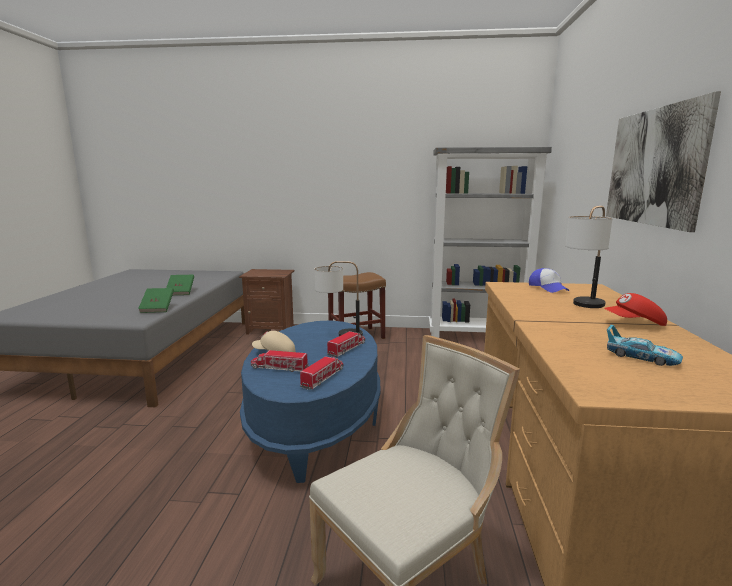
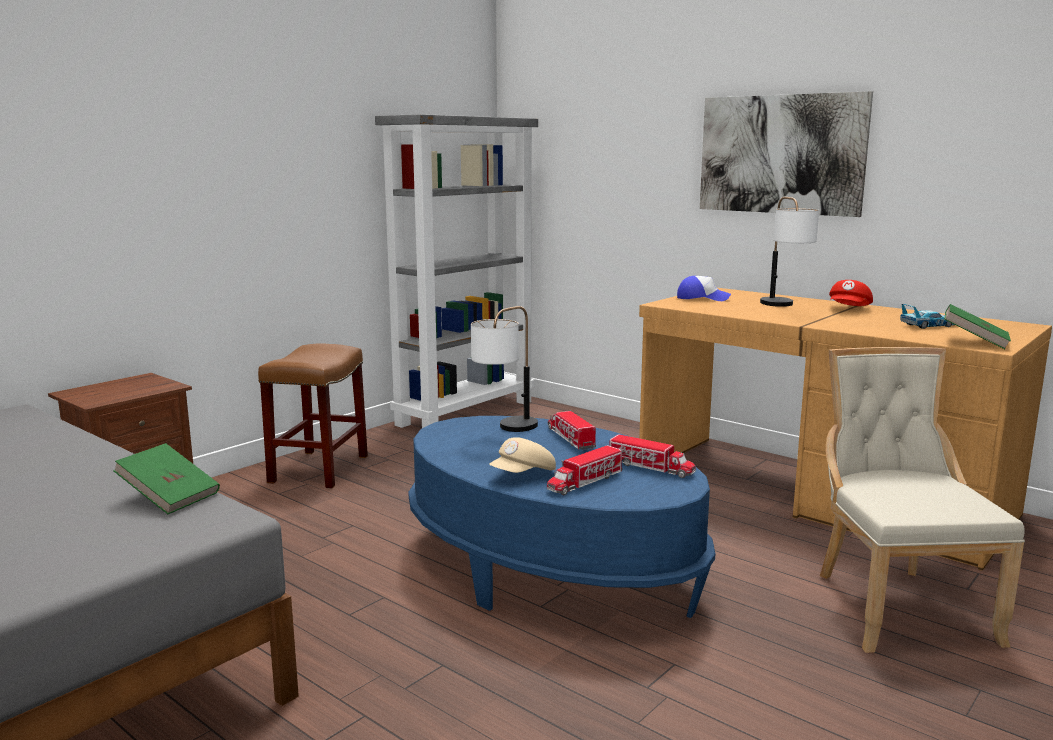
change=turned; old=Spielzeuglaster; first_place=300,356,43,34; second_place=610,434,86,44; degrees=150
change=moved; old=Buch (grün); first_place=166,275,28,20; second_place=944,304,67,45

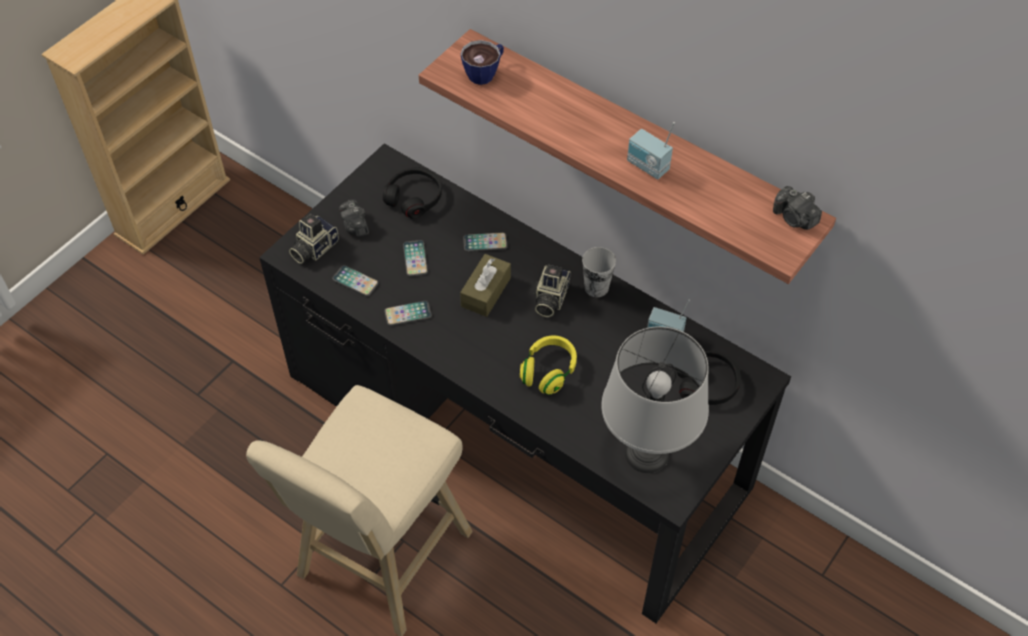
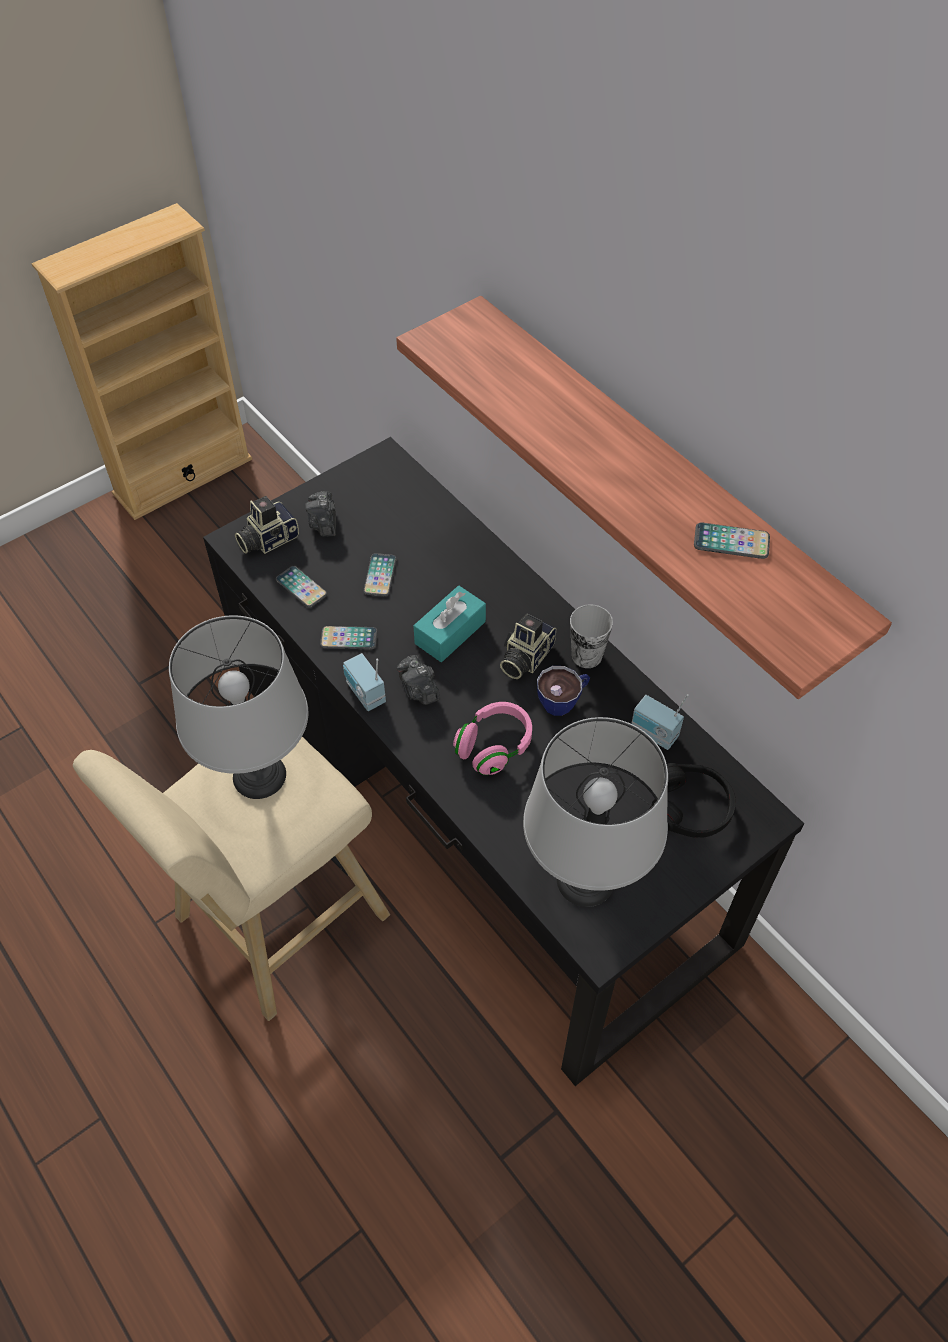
change=added; new=Tischlampe (grau); second_place=169,615,139,184
change=moved; old=Radio; first_place=627,122,48,58; second_place=343,653,43,58
change=moved; old=Kamera; first_place=773,186,49,44; second_place=397,655,43,50
change=recoloured; old=Taschentuchbox (braun); new=Taschentuchbox (türkis); first_place=460,254,51,63; second_place=413,586,73,76
change=recoloured; old=Kopfhörer (gelb); new=Kopfhörer (rosa); first_place=520,335,57,60; second_place=453,702,79,73
change=moved; old=Tasse; first_place=461,40,43,45; second_place=537,666,53,50
change=moved; old=Handy; first_place=463,232,45,20; second_place=694,522,76,37
change=removed; old=Kopfhörer (schwarz); first_place=383,167,59,52

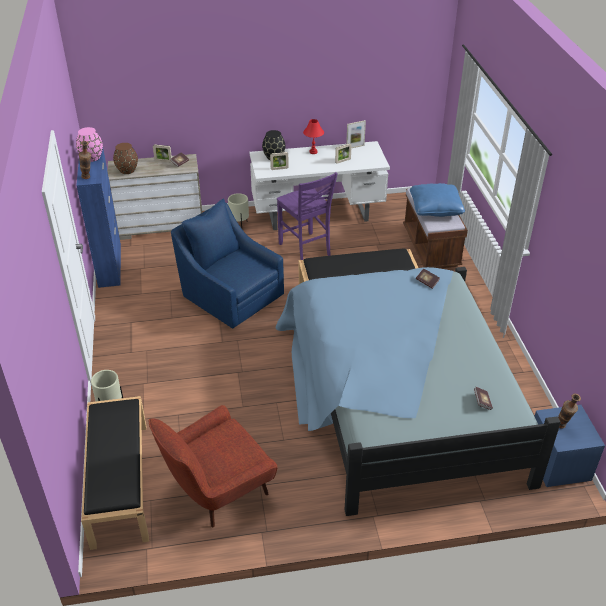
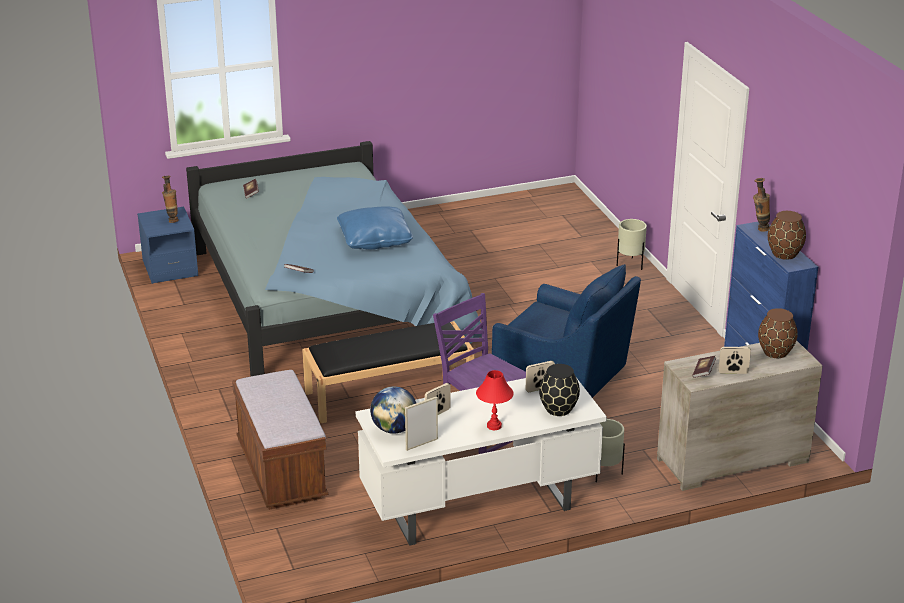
change=moved; old=Kissen (blau); first_place=410,183,55,34; second_place=337,207,76,43
change=added; new=Globus; second_place=370,386,46,48
change=recoloured; old=Vase (rosa); new=Vase (braun); first_place=76,127,27,35; second_place=768,211,38,49
change=removed; old=Bank (schwarz); first_place=81,396,68,154
change=removed; old=Sessel (rot); first_place=148,405,130,123

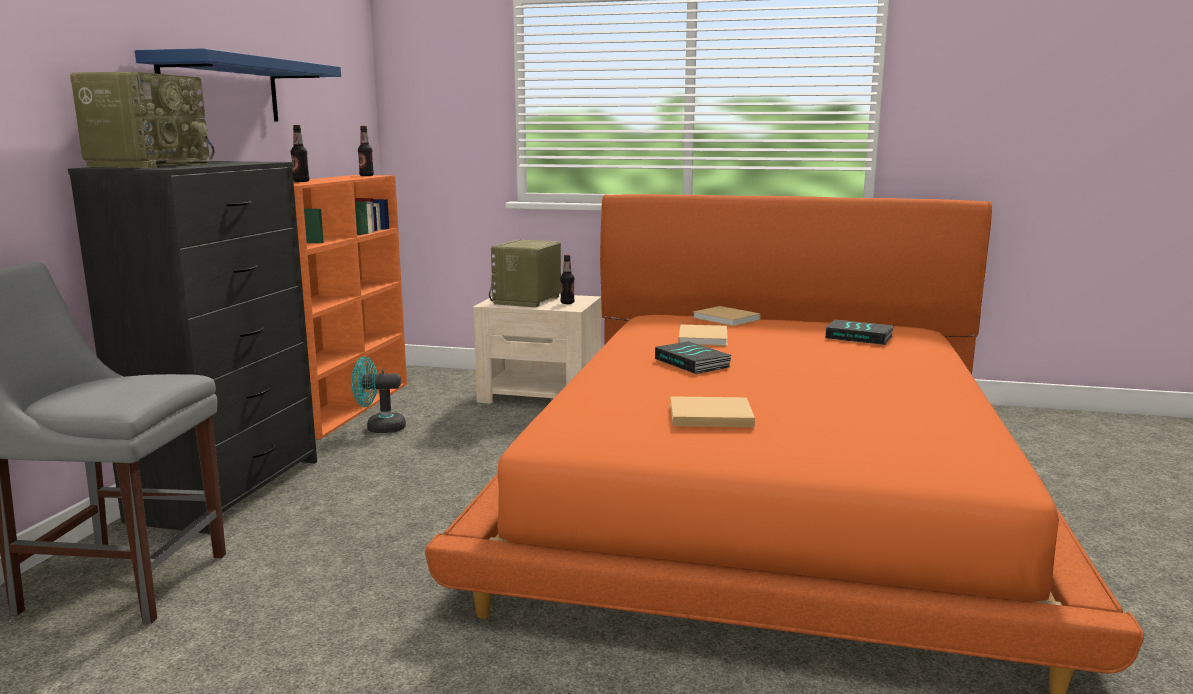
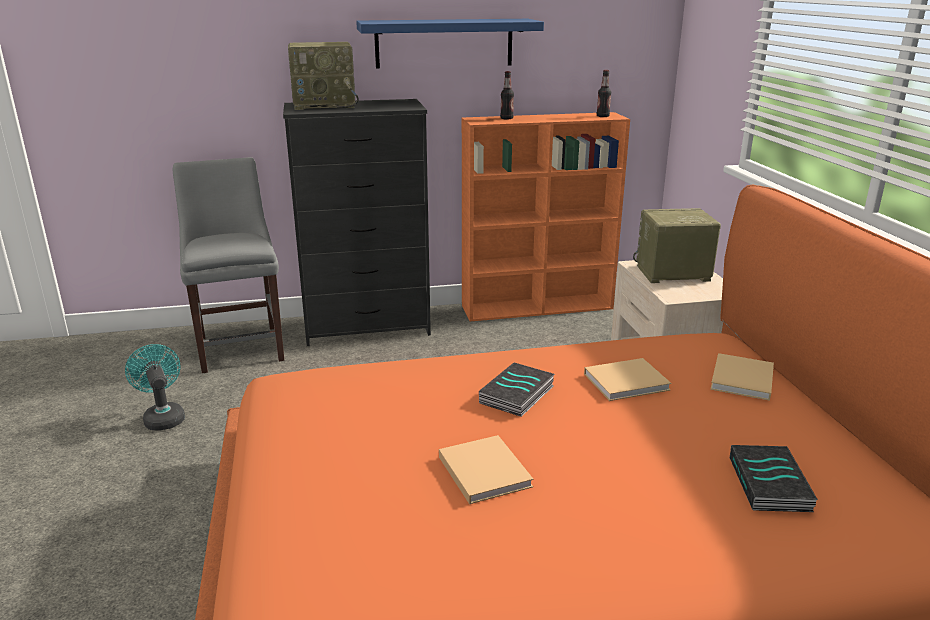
change=moved; old=Ventilator (türkis); first_place=352,357,54,76; second_place=125,344,60,87
change=moved; old=Buch (beige); first_place=670,396,85,31; second_place=439,435,95,69
change=removed; old=Flasche; first_place=560,255,15,49

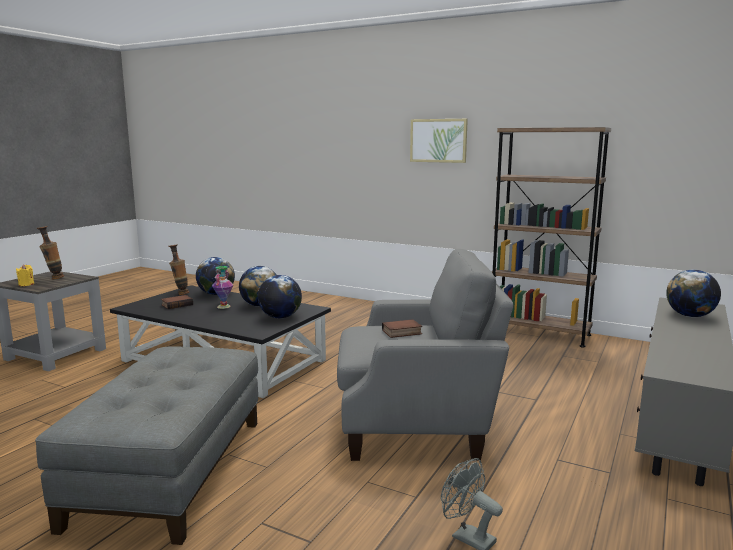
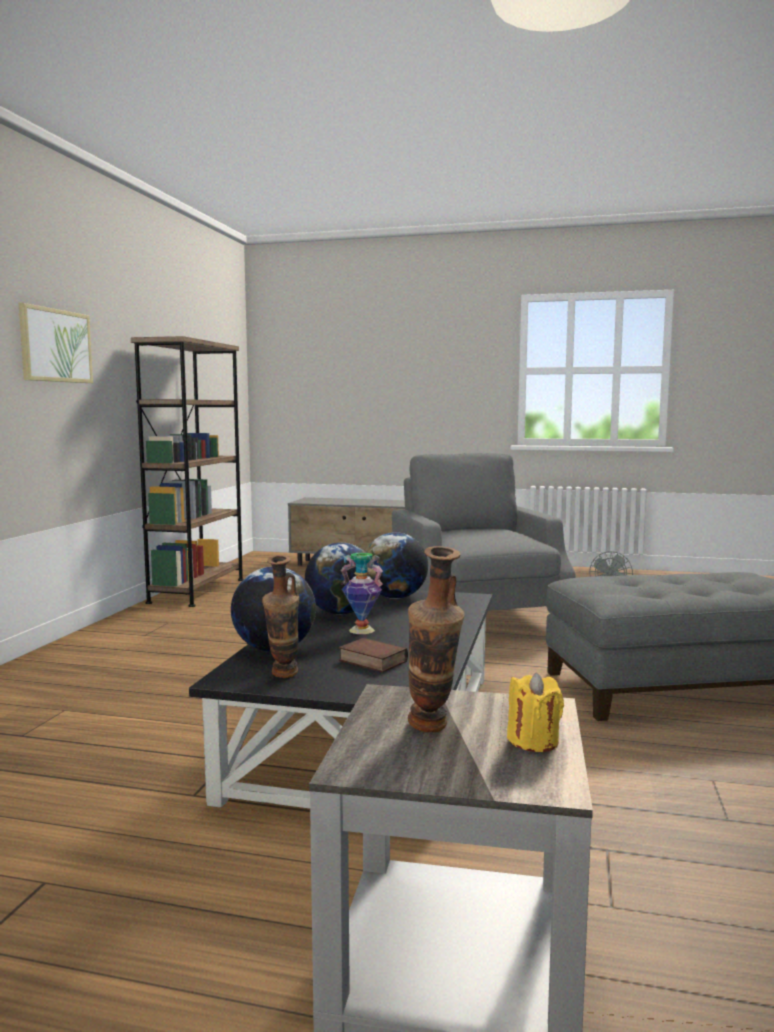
change=removed; old=Buch; first_place=382,319,40,19
change=removed; old=Globus; first_place=666,270,55,47

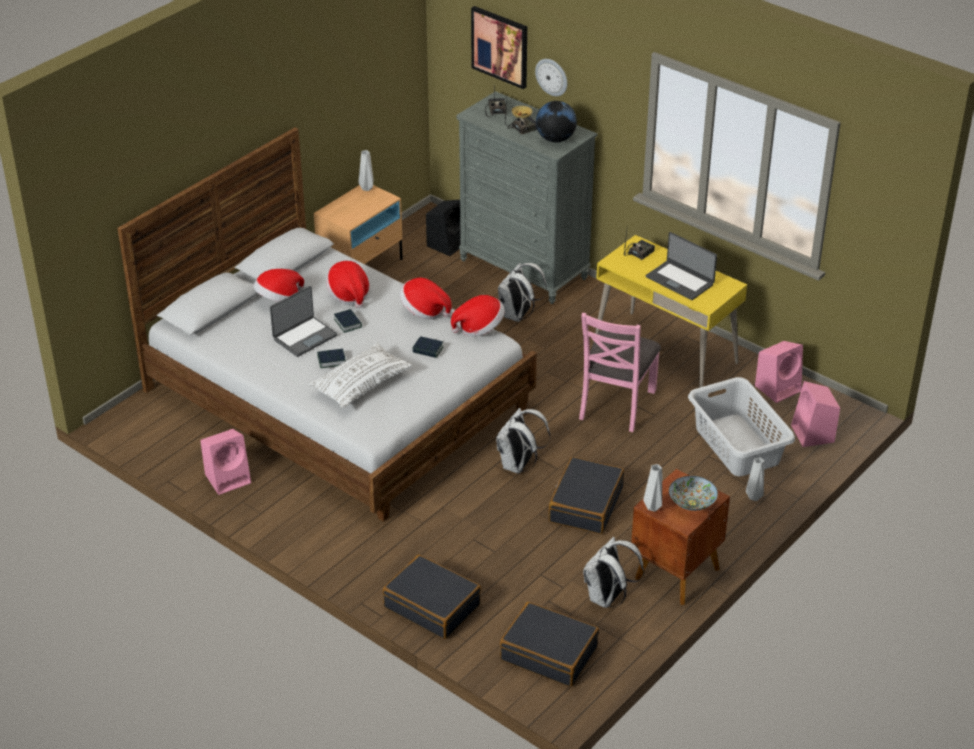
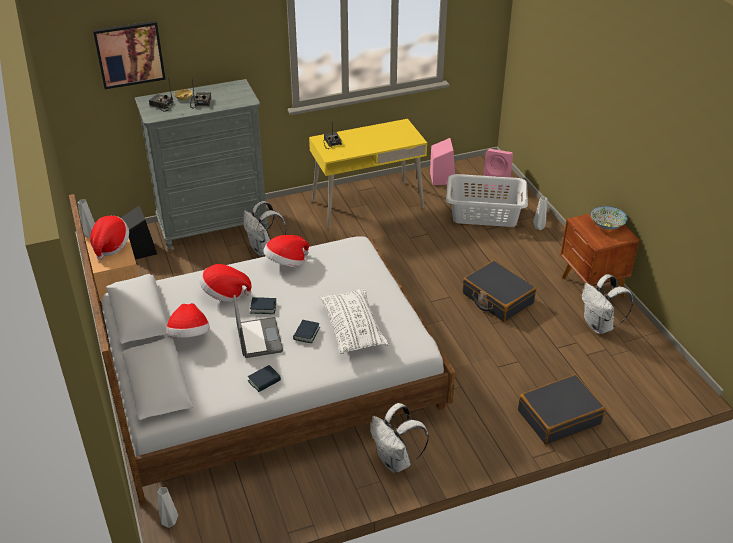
change=moved; old=Hut; first_place=451,295,54,42; second_place=90,216,39,44
change=moved; old=Vase (grau); first_place=643,464,19,48; second_place=157,487,21,41
change=moved; old=Buch; first_place=412,336,32,22; second_place=248,365,33,27
change=moved; old=Rucksack (weiß); first_place=496,408,54,65; second_place=371,403,58,70
change=removed; old=Lautsprecher (rosa); first_place=201,429,50,66
change=removed; old=Koffer (schwarz); first_place=500,602,99,85
change=removed; old=Wanduhr; first_place=535,59,32,37
change=removed; old=Globus; first_place=536,101,41,41
change=removed; old=Stuhl (rosa); first_place=579,313,82,119
change=removed; old=Laptop; first_place=646,232,71,68

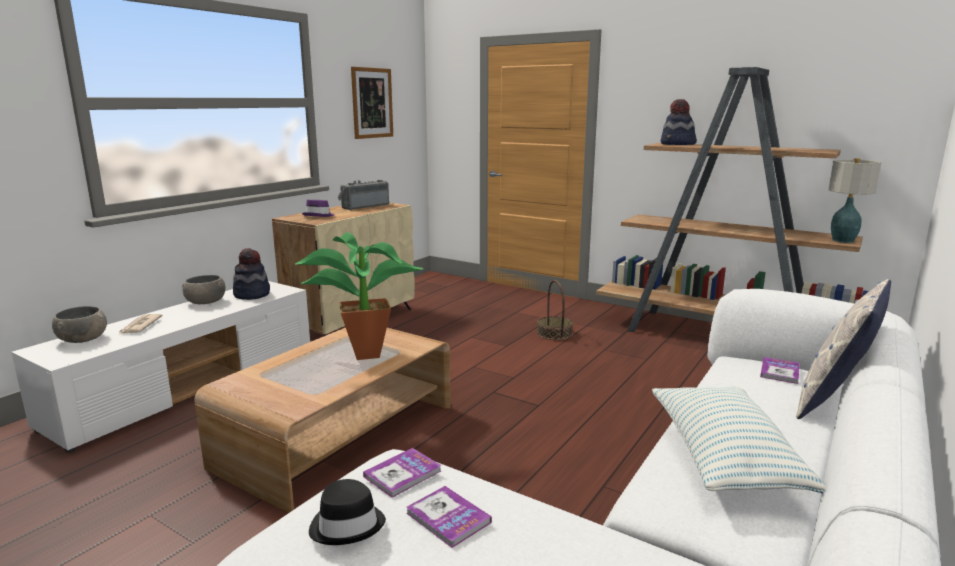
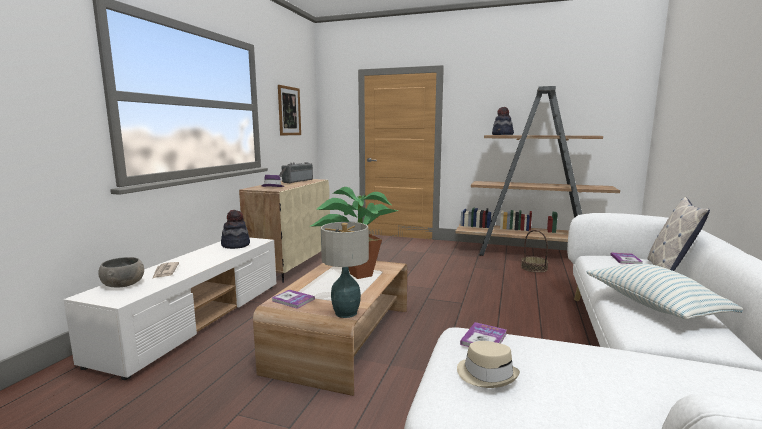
change=moved; old=Buch; first_place=406,486,86,62; second_place=272,290,43,19
change=moved; old=Tischlampe; first_place=828,158,53,85; second_place=321,222,48,96
change=recoloured; old=Hut (schwarz); new=Hut (beige); first_place=309,479,77,66; second_place=457,341,63,47
change=moved; old=Korb; first_place=537,280,36,60; second_place=521,230,27,43
change=removed; old=Schüssel (grau); first_place=182,275,44,29

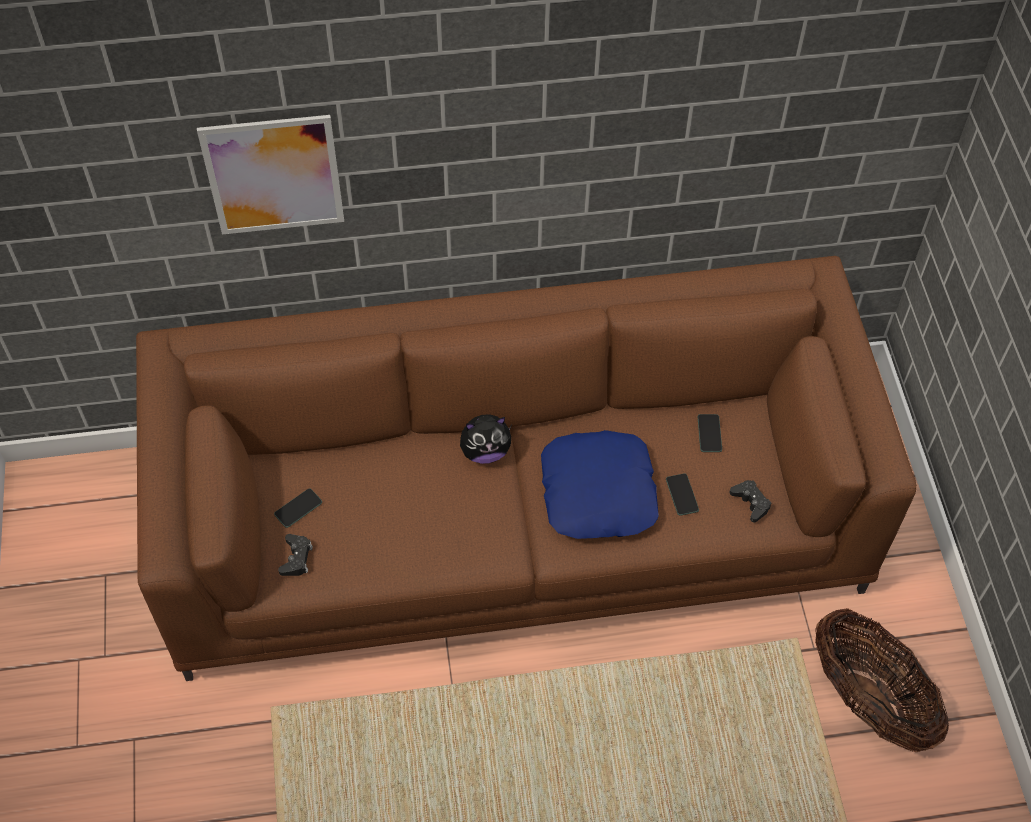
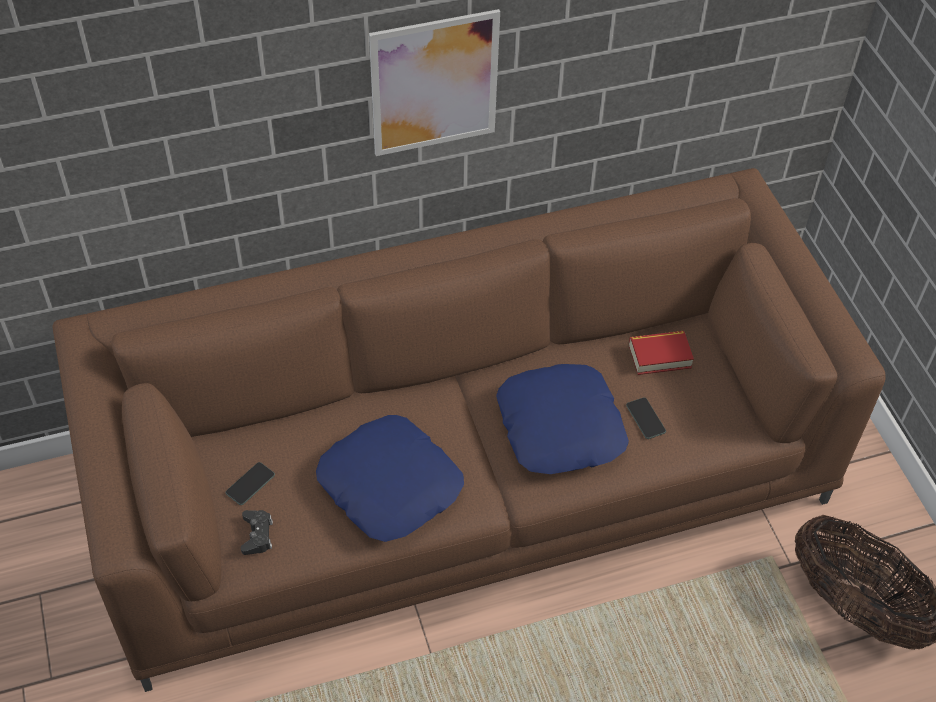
change=added; new=Kissen (blau); second_place=316,415,148,127
change=moved; old=Bild; first_place=197,115,147,120; second_place=369,9,131,147
change=replaced; old=Handy; new=Buch; first_place=698,414,24,38; second_place=629,331,65,44
change=removed; old=Plüschtier; first_place=460,414,52,50
change=removed; old=Gamepad (schwarz); first_place=729,480,42,42

